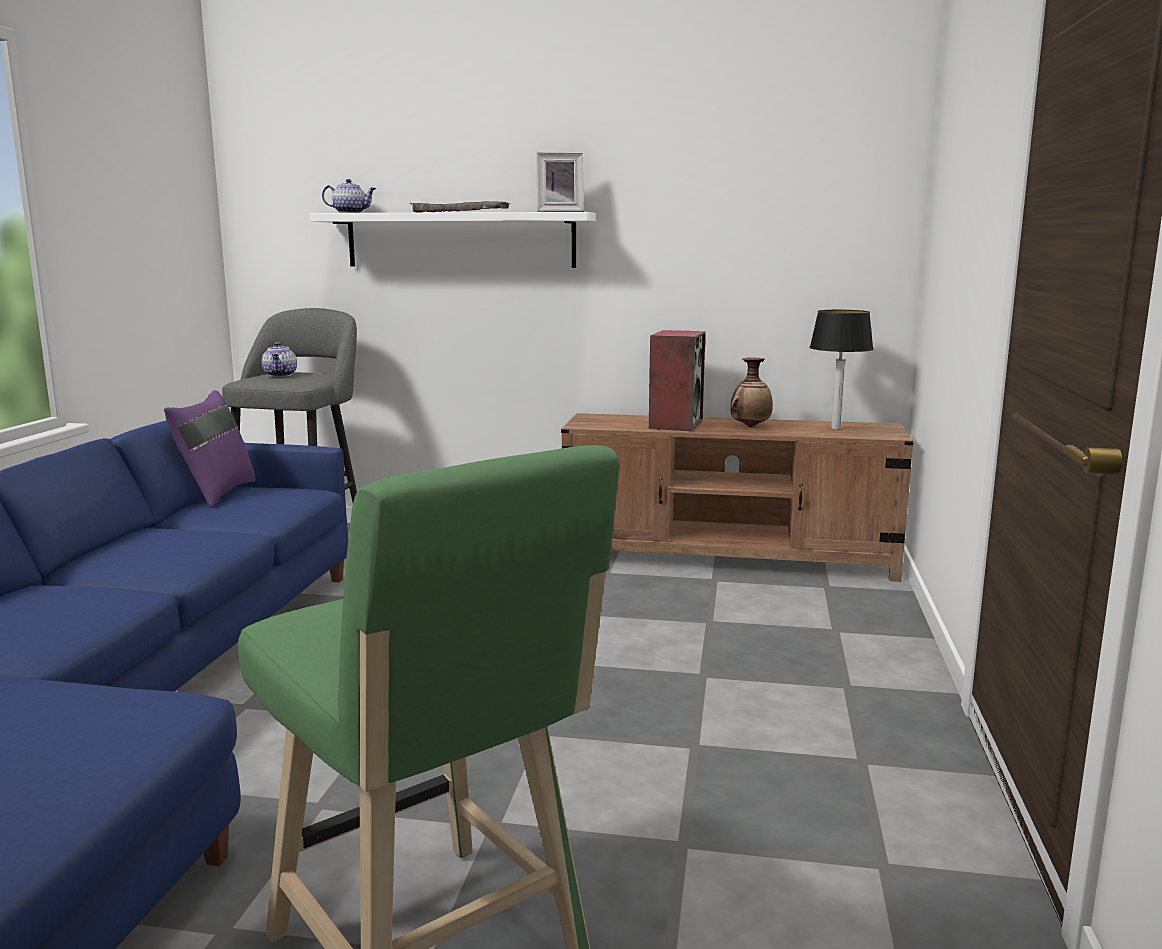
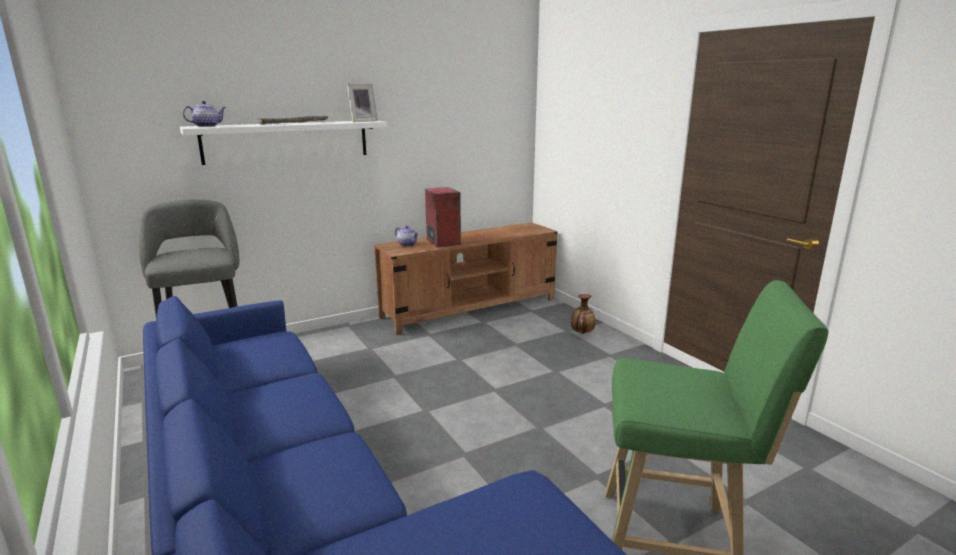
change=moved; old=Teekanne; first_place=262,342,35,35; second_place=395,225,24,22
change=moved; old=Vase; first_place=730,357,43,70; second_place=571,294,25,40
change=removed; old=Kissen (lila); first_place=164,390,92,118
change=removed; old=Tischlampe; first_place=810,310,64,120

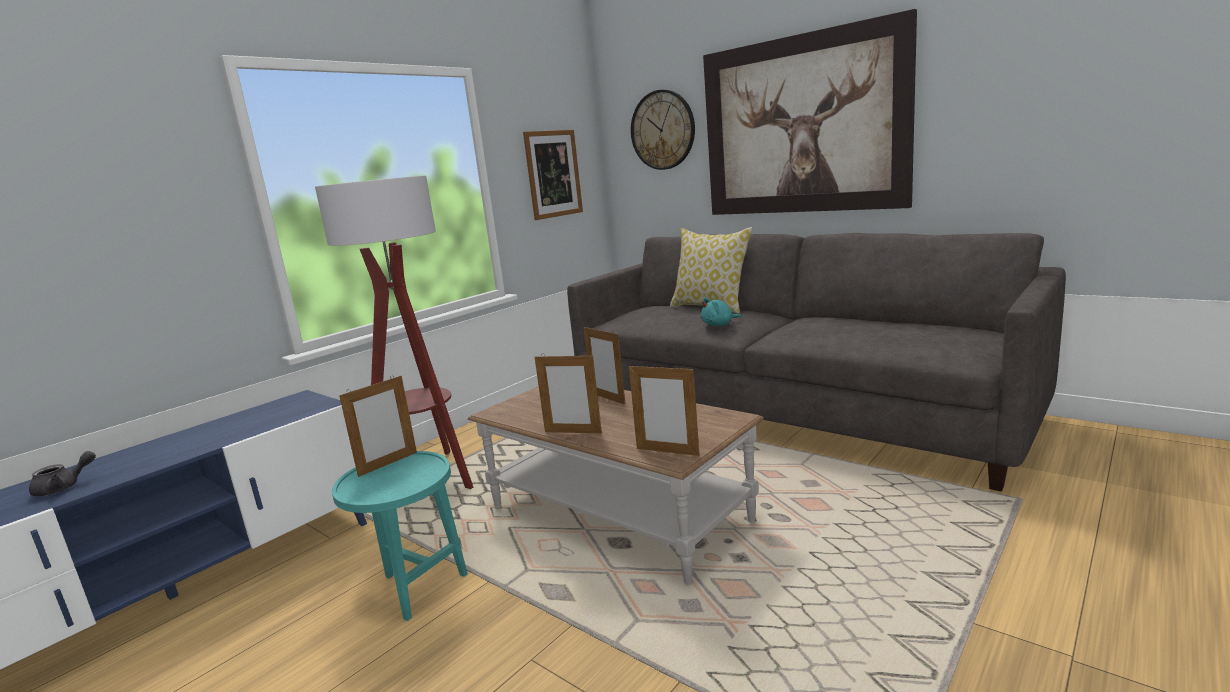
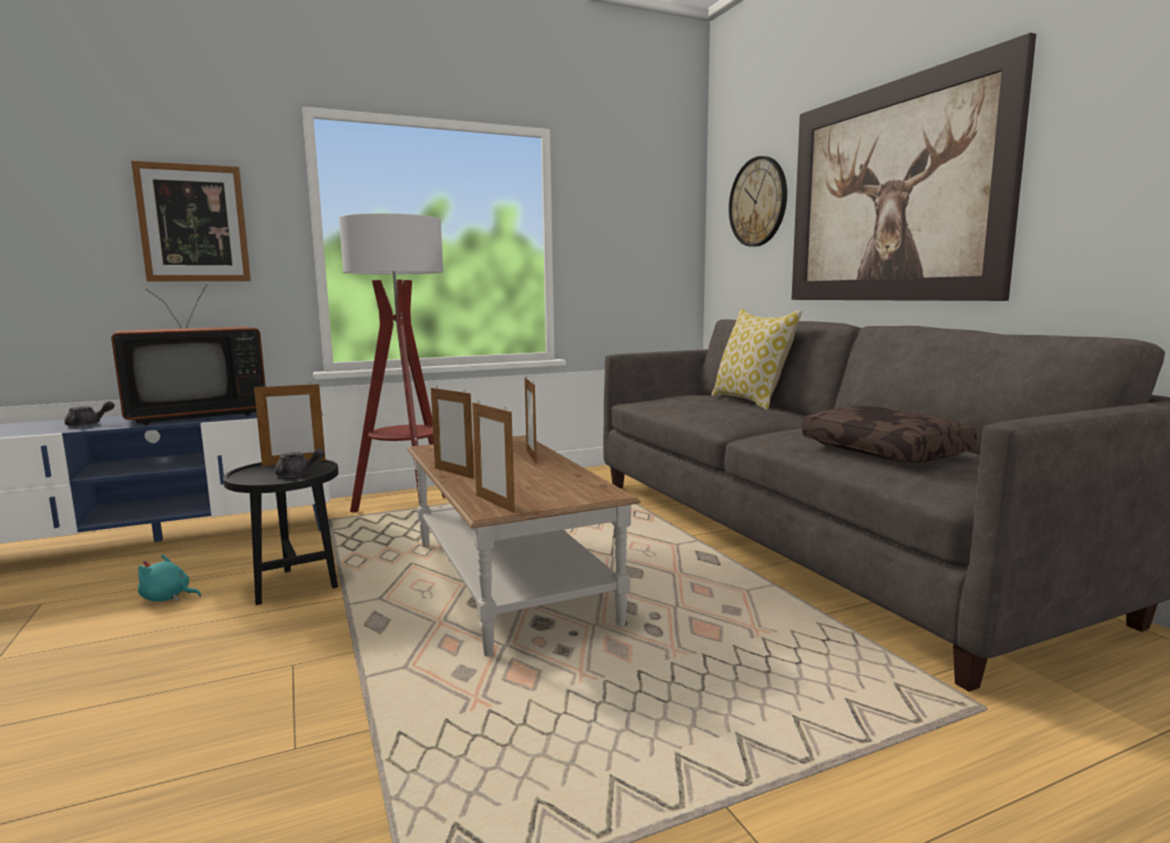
change=added; new=Fernseher; second_place=111,284,154,141
change=moved; old=Bild; first_place=523,130,60,90; second_place=131,161,120,121
change=moved; old=Plüschtier (türkis); first_place=701,297,41,29; second_place=138,554,63,48
change=recoloured; old=Beistelltisch (türkis); new=Beistelltisch (schwarz); first_place=332,451,136,170; second_place=223,460,116,145
change=added; new=Teekanne (grau); second_place=275,449,50,28
change=added; new=Kissen (braun); second_place=802,406,175,57

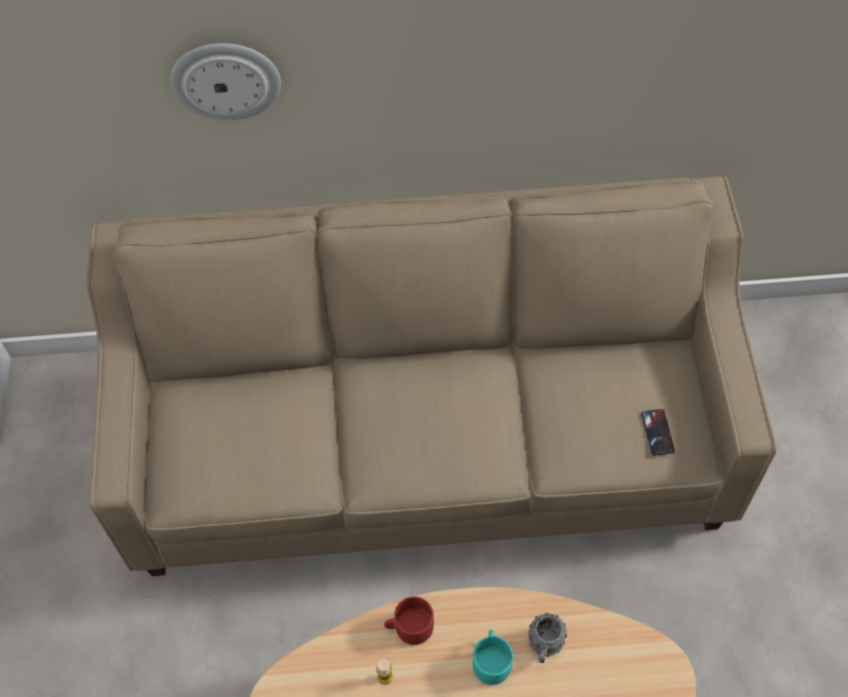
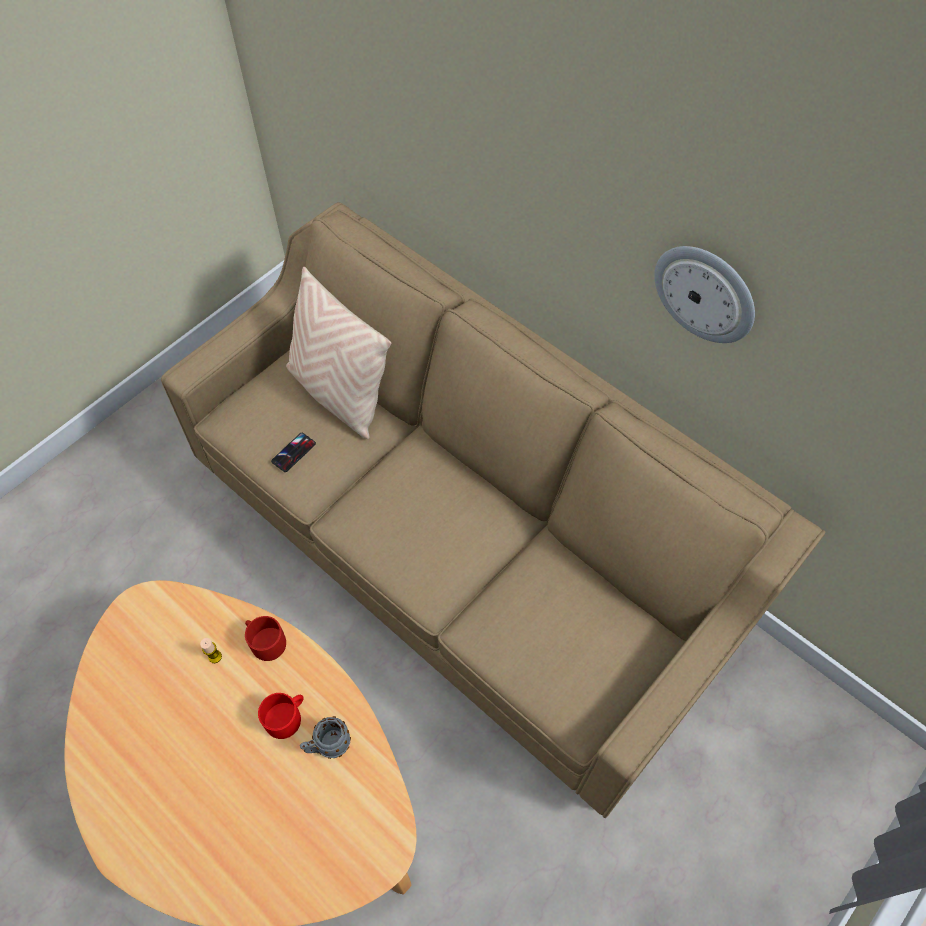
change=recoloured; old=Henkelbecher (türkis); new=Henkelbecher (rot); first_place=473,630,40,55; second_place=258,693,46,46
change=moved; old=Handy; first_place=642,409,33,47; second_place=271,433,45,39
change=added; new=Kissen (beige); second_place=286,267,105,172
change=moved; old=Wanduhr; first_place=170,43,111,77; second_place=654,246,101,97

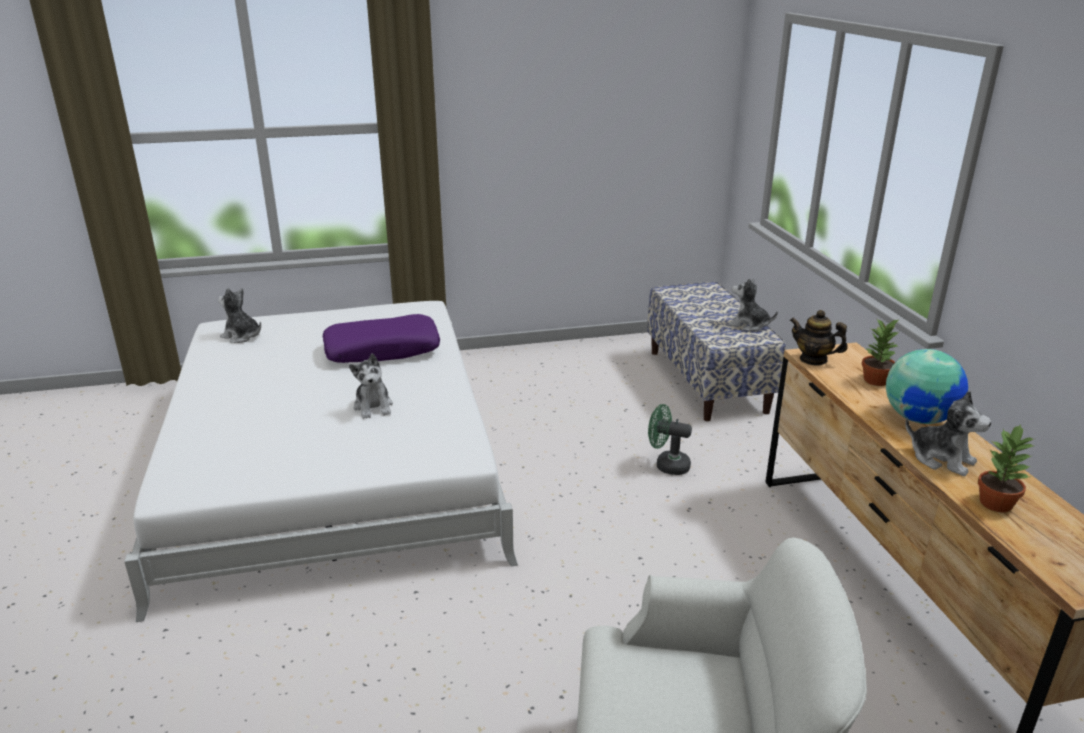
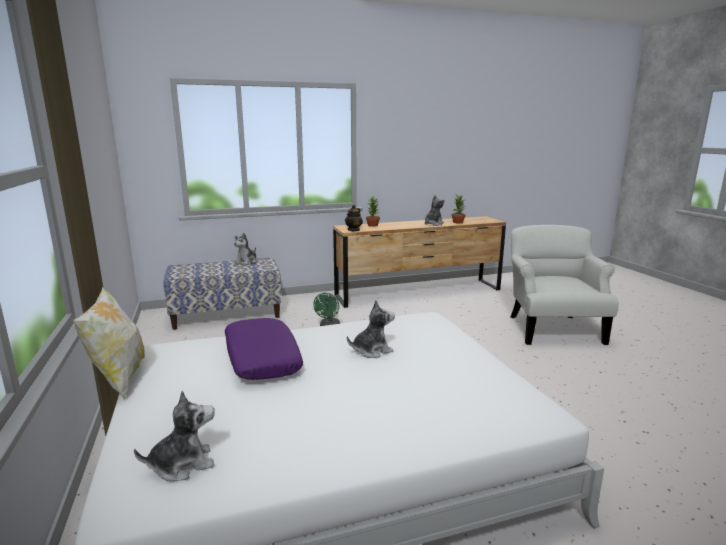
change=added; new=Kissen; second_place=73,287,72,112
change=turned; old=Plüschtier; first_place=218,288,43,55; second_place=134,391,81,90; degrees=-135
change=removed; old=Globus; first_place=886,349,82,75

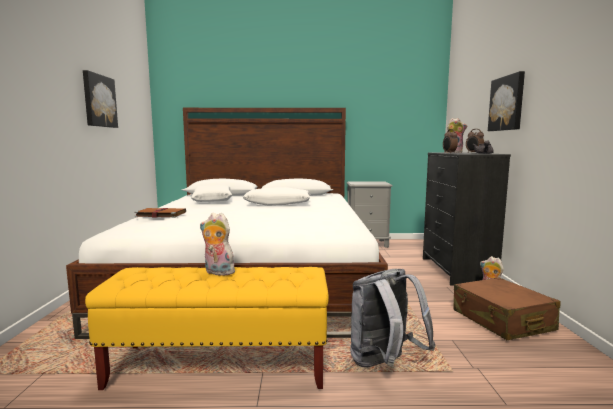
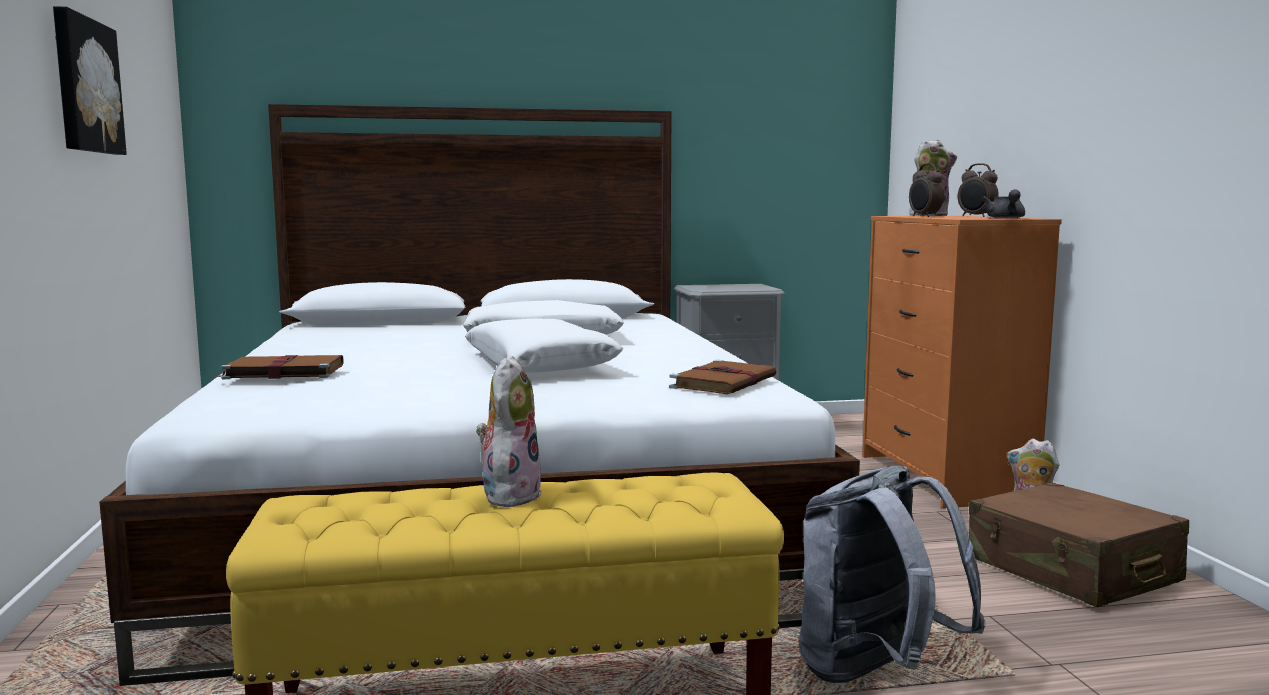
change=moved; old=Kissen (weiß); first_place=191,185,41,17; second_place=465,318,158,55
change=turned; old=Plüschtier; first_place=200,213,35,63; second_place=476,355,66,152; degrees=90
change=added; new=Buch (braun); second_place=669,360,108,34
change=recoloured; old=Kommode (schwarz); new=Kommode (orange); first_place=423,153,88,132; second_place=862,216,200,292
change=removed; old=Bild; first_place=488,71,37,60

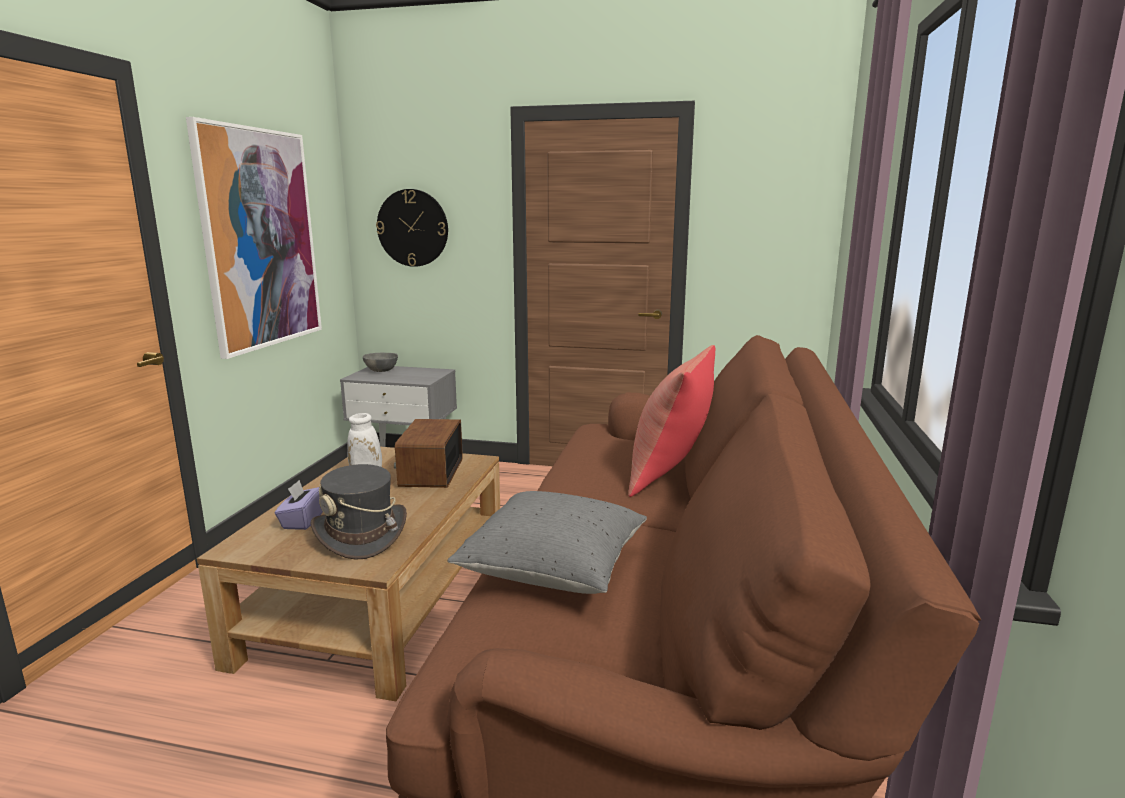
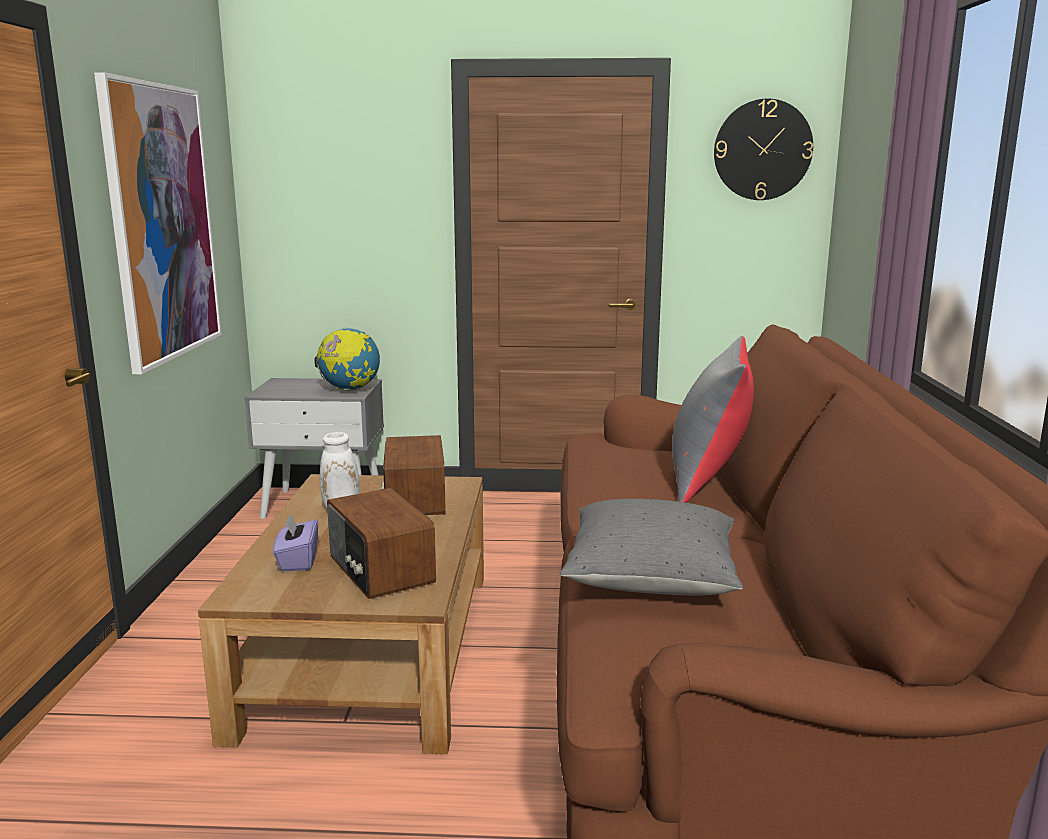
change=added; new=Globus; second_place=314,328,66,63
change=replaced; old=Hut (grau); new=Radio; first_place=311,464,96,96; second_place=327,488,109,111
change=recoloured; old=Kissen (rot); new=Kissen (grau); first_place=628,345,88,152; second_place=672,336,82,167
change=moved; old=Wanduhr; first_place=376,189,72,78; second_place=714,98,99,102
change=removed; old=Schüssel (grau); first_place=363,353,35,19

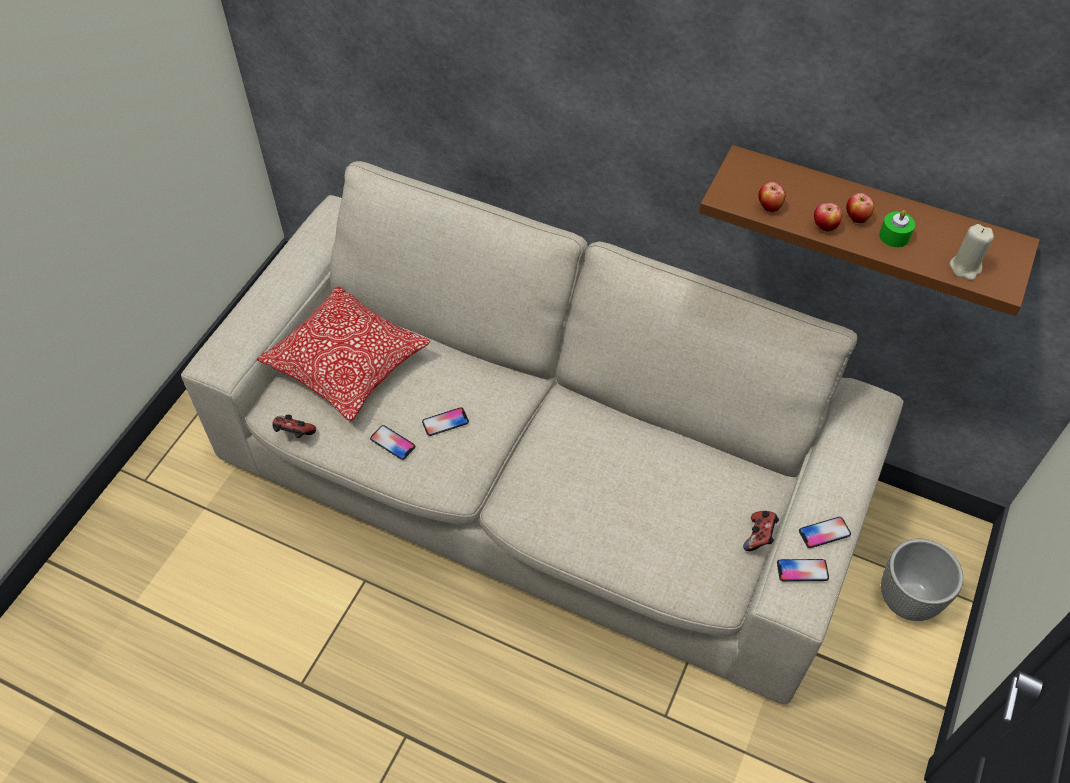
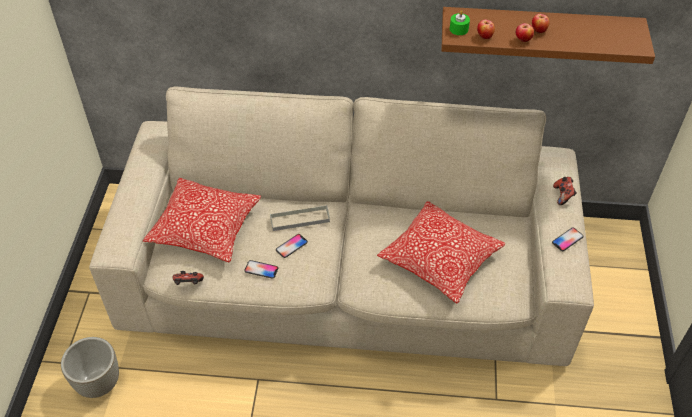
change=moved; old=Pflanzkübel (grau); first_place=881,539,82,82; second_place=61,337,58,61
change=added; new=Tablett (grau); second_place=270,205,60,26
change=added; new=Kissen; second_place=377,201,129,103
change=moved; old=Kerze (grün); first_place=879,210,36,37; second_place=450,10,20,25
change=moved; old=Gamepad; first_place=743,511,36,40; second_place=553,177,24,28
change=removed; old=Handy; first_place=777,559,52,23
change=removed; old=Kerze (beige); first_place=950,224,44,56

